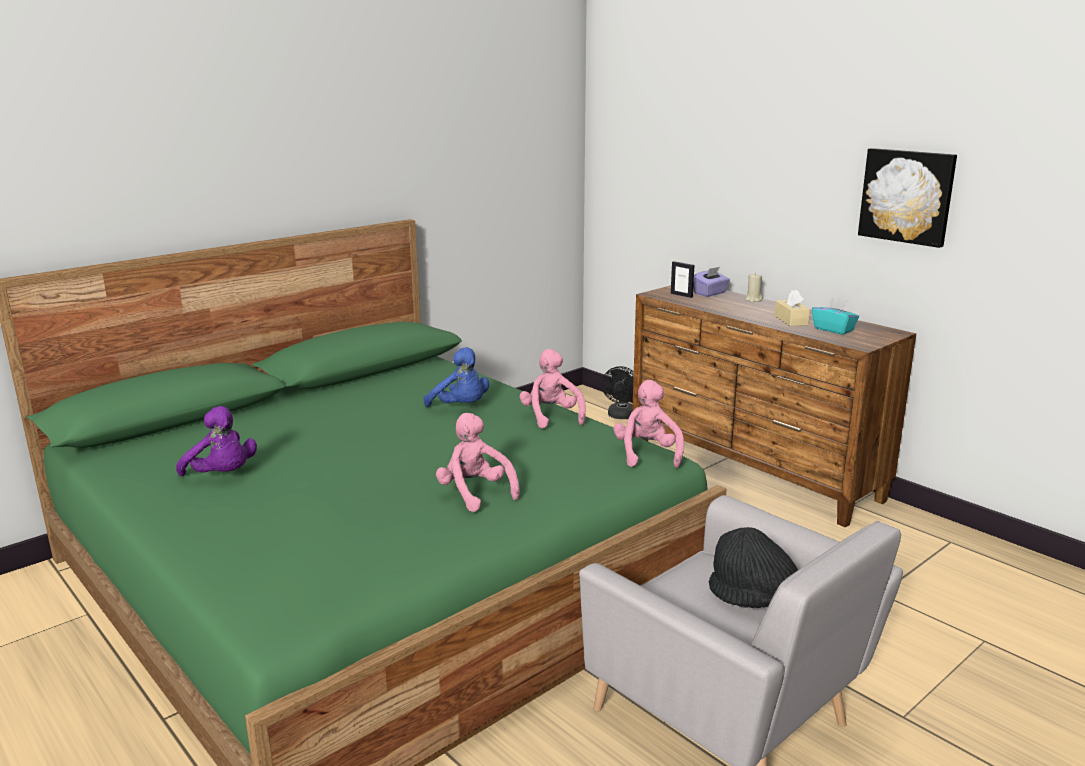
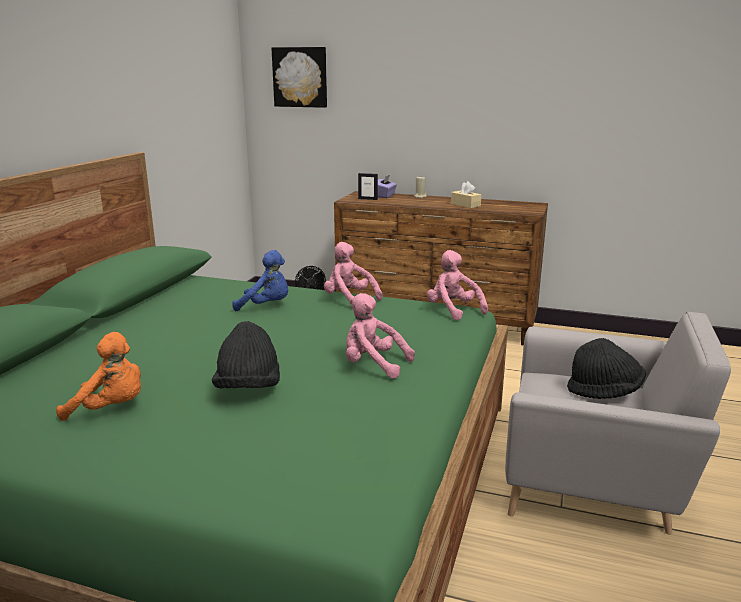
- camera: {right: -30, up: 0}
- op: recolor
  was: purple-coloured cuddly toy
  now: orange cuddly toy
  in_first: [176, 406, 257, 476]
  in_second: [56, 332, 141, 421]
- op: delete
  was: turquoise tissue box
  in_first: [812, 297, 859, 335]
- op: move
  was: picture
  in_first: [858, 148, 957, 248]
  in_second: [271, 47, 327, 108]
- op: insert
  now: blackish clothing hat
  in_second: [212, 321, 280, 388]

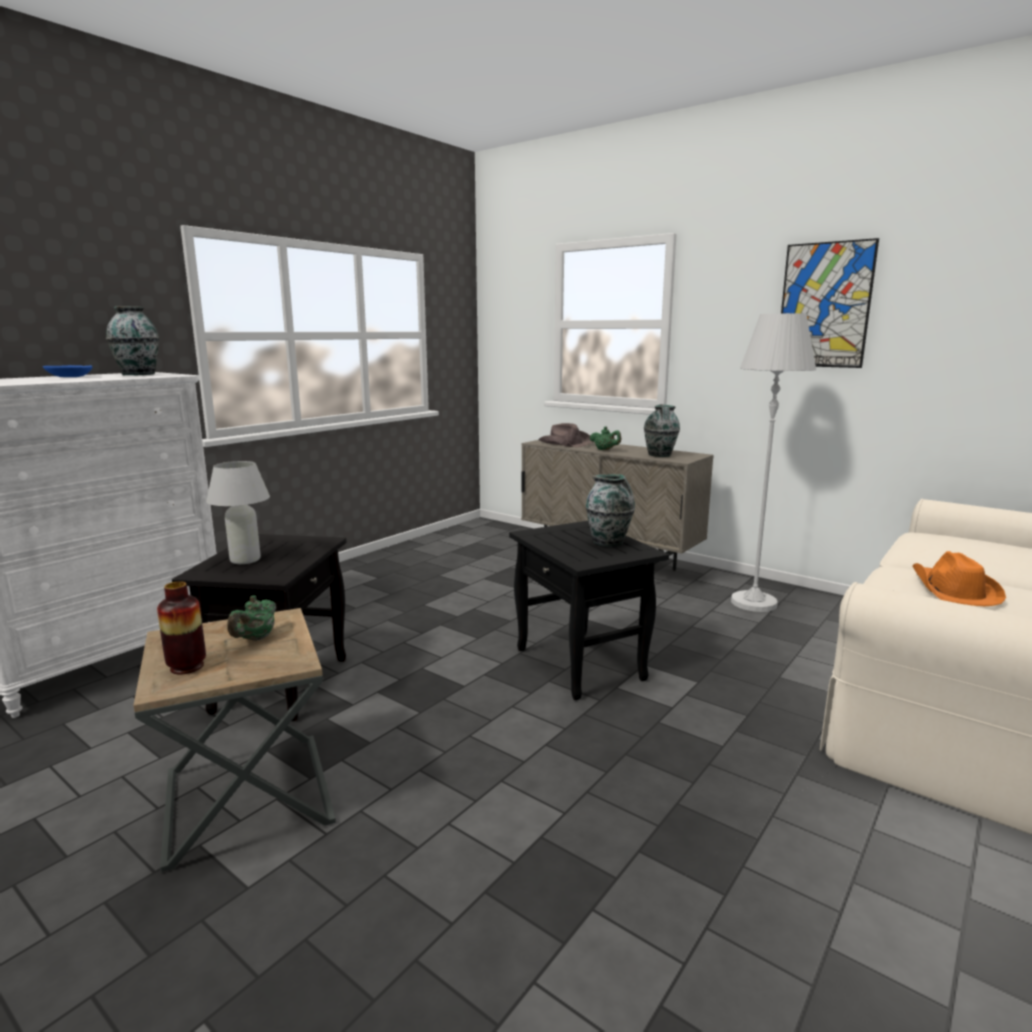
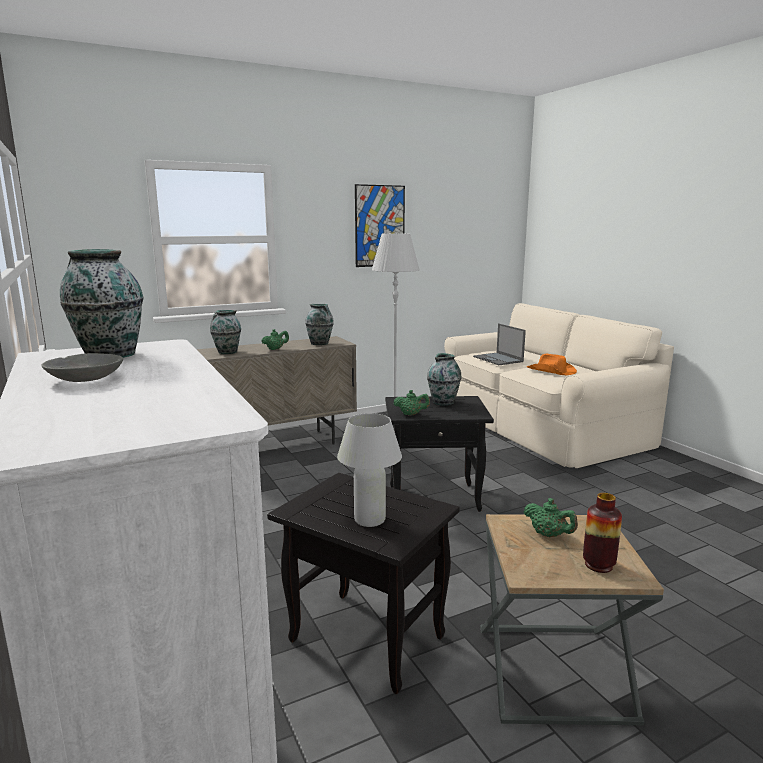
- camera: {right: -65, up: 0}
- op: recolor
  was: blue-coloured serving bowl
  now: grey serving bowl
  in_first: [43, 365, 93, 377]
  in_second: [41, 353, 123, 382]
- op: replace
  was: brownish clothing hat
  now: vase
  in_first: [539, 423, 594, 447]
  in_second: [210, 310, 241, 354]
- op: insert
  now: green-coloured teapot
  in_second: [393, 390, 430, 415]
- op: insert
  now: laptop
  in_second: [473, 324, 526, 365]

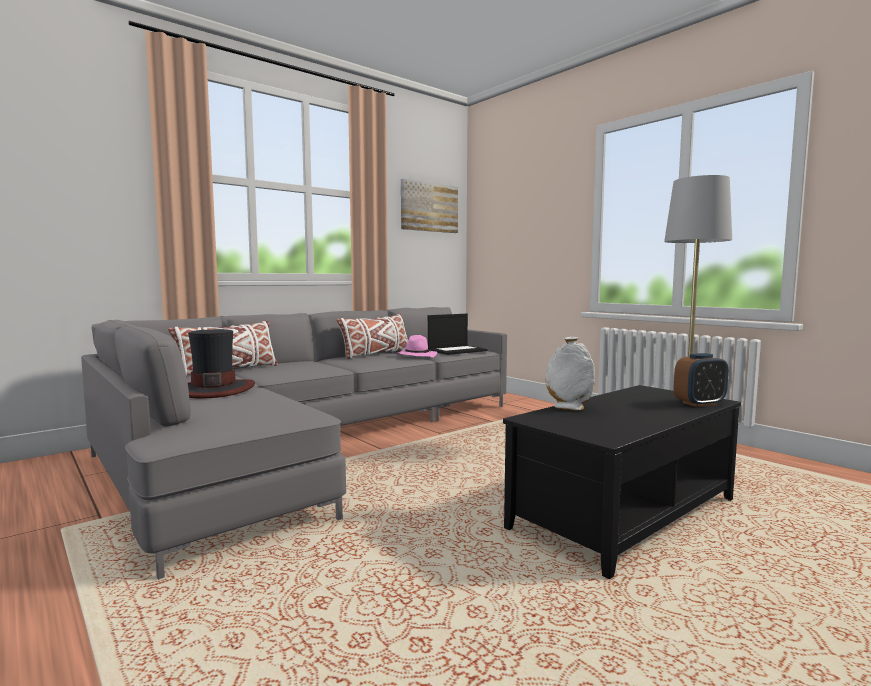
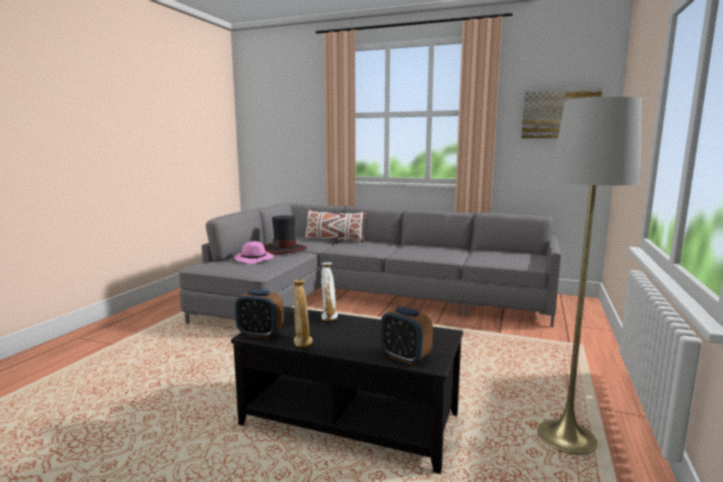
- camera: {right: 60, up: 5}
- op: delete
  was: white-coloured throw pillow
  in_first: [336, 314, 408, 359]
- op: move
  was: pinkish clothing hat
  in_first: [397, 335, 437, 358]
  in_second: [234, 241, 273, 264]
- op: delete
  was: laptop
  in_first: [428, 314, 488, 355]
- op: insert
  now: bedside clock
  in_second: [235, 289, 284, 339]
- op: insert
  now: sand-coloured vase
  in_second: [293, 279, 312, 347]

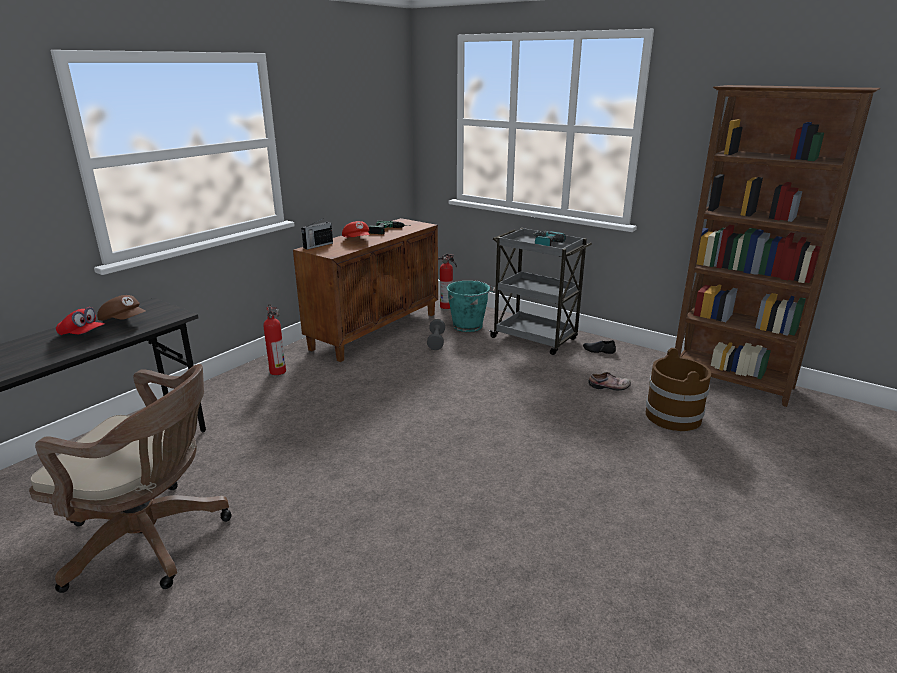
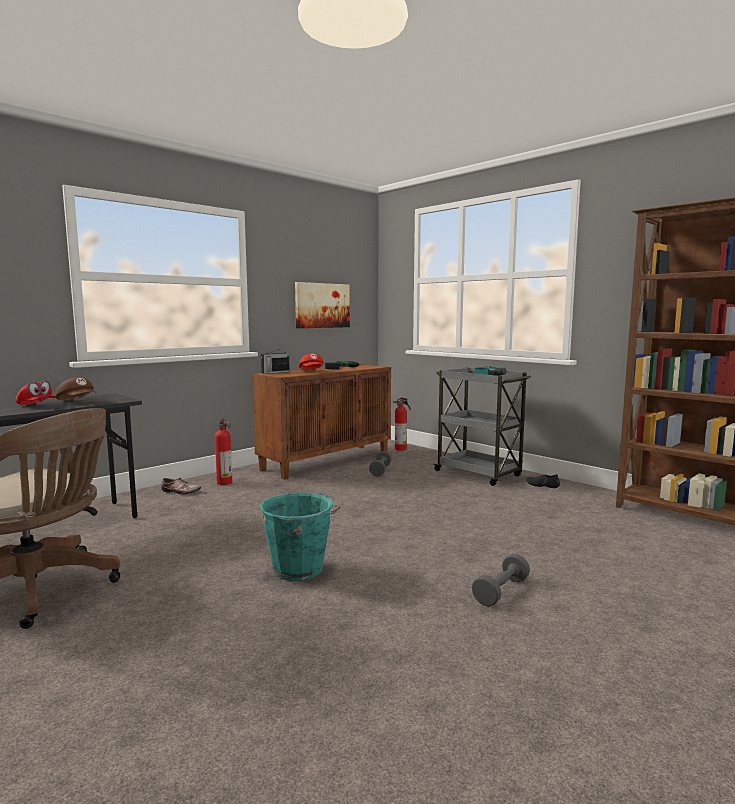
- camera: {right: 10, up: -15}
- op: move
  was: turquoise pail
  in_first: [446, 281, 495, 332]
  in_second: [260, 493, 340, 581]
- op: move
  was: shoe
  in_first: [588, 372, 631, 391]
  in_second: [161, 478, 201, 494]
- op: delete
  was: brownish pail
  in_first: [646, 348, 711, 431]
- op: insert
  now: picture
  in_second: [295, 282, 350, 328]
- op: insert
  now: grey dumbbell
  in_second: [472, 554, 530, 606]

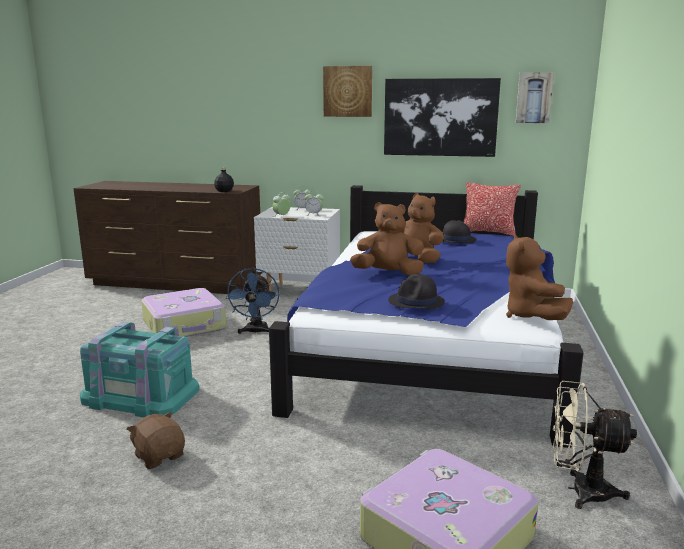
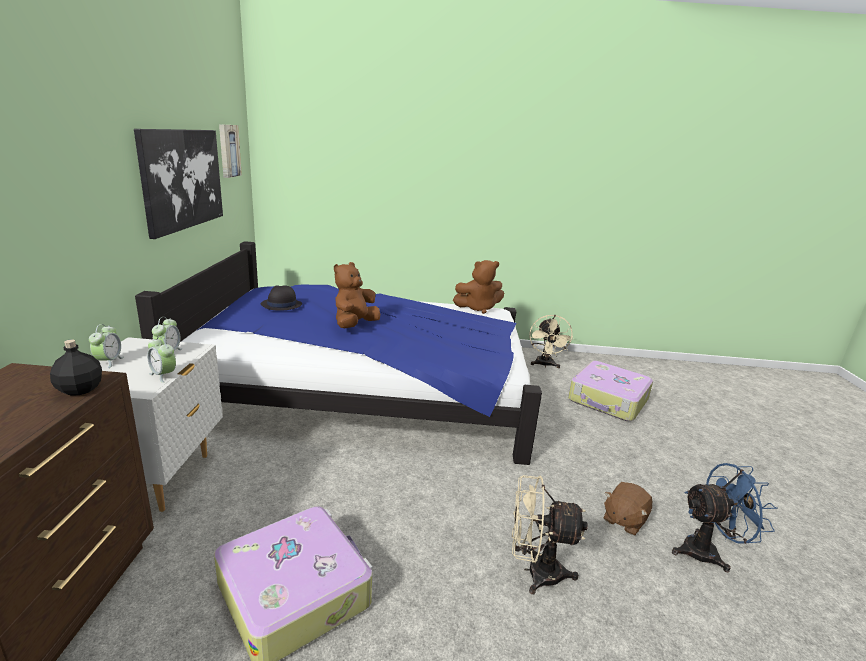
- camera: {right: -100, up: 5}
- op: replace
  was: turquoise storage box
  now: sand-coloured fan
  in_first: [80, 322, 200, 417]
  in_second: [512, 475, 588, 594]
- op: move
  was: blue-coloured fan
  in_first: [226, 268, 279, 334]
  in_second: [672, 463, 777, 572]
- op: delete
  was: picture
  in_first: [323, 66, 372, 117]
- op: delete
  was: brownish cuddly toy
  in_first: [350, 202, 424, 275]
- op: delete
  was: blackish clothing hat
  in_first: [388, 274, 445, 309]
- op: delete
  was: throw pillow
  in_first: [463, 182, 521, 236]

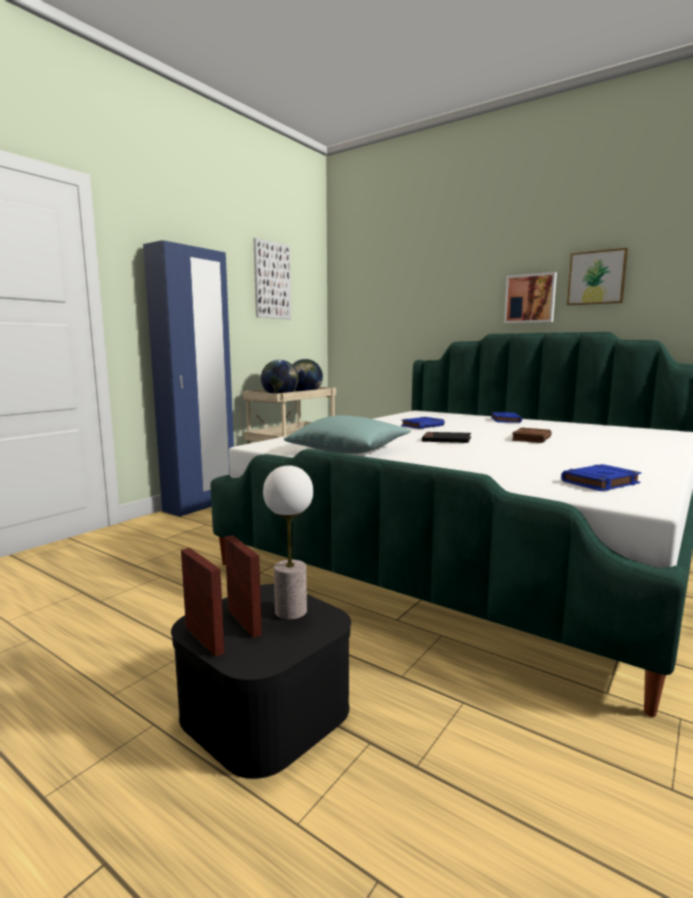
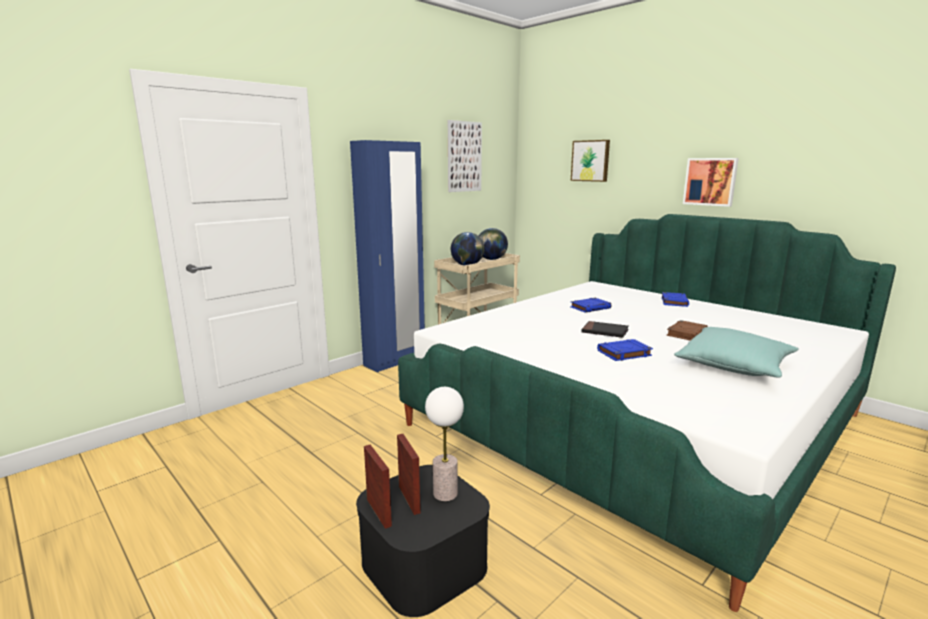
- camera: {right: 10, up: 5}
- op: move
  was: turquoise throw pillow
  in_first: [284, 415, 411, 454]
  in_second: [674, 327, 798, 377]
- op: move
  was: blue-coloured bound book
  in_first: [561, 464, 641, 491]
  in_second: [597, 339, 653, 361]
- op: move
  was: picture
  in_first: [567, 248, 628, 305]
  in_second: [571, 140, 610, 182]

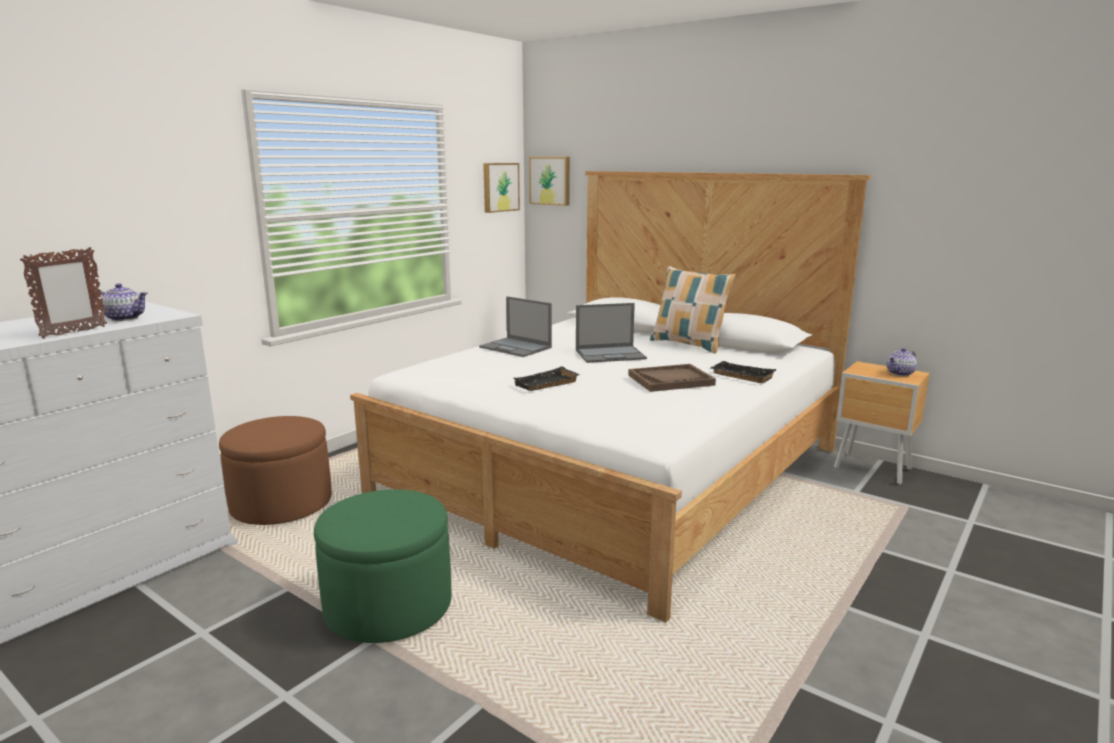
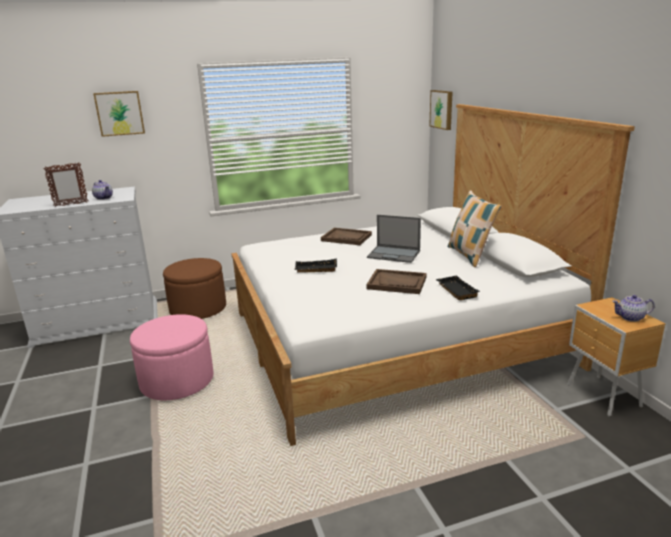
- camera: {right: 35, up: 5}
- op: recolor
  was: green-coloured pouffe
  now: pinkish pouffe
  in_first: [314, 489, 452, 643]
  in_second: [130, 314, 213, 400]
- op: replace
  was: laptop
  now: brownish tray
  in_first: [479, 296, 552, 357]
  in_second: [321, 228, 372, 245]
- op: move
  was: picture
  in_first: [483, 163, 520, 213]
  in_second: [93, 91, 145, 137]

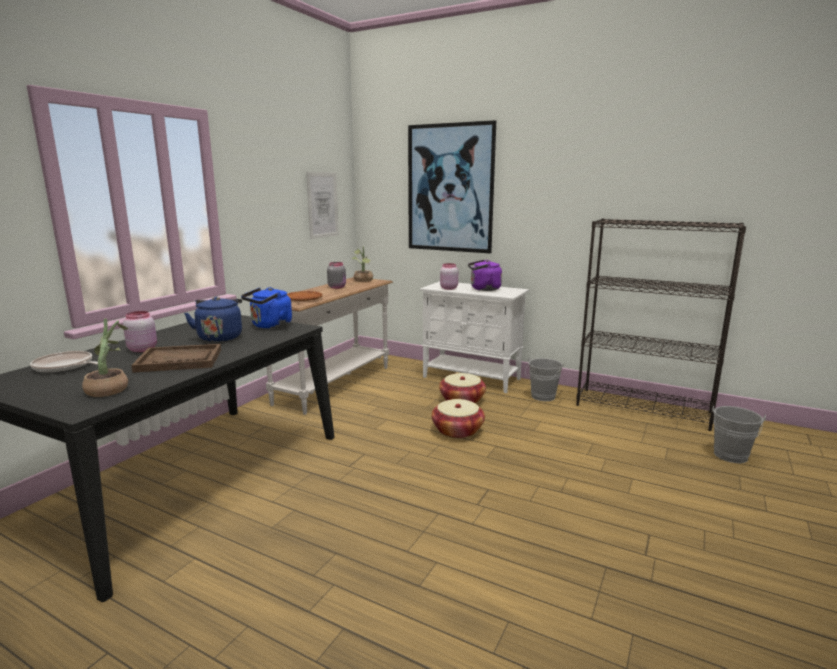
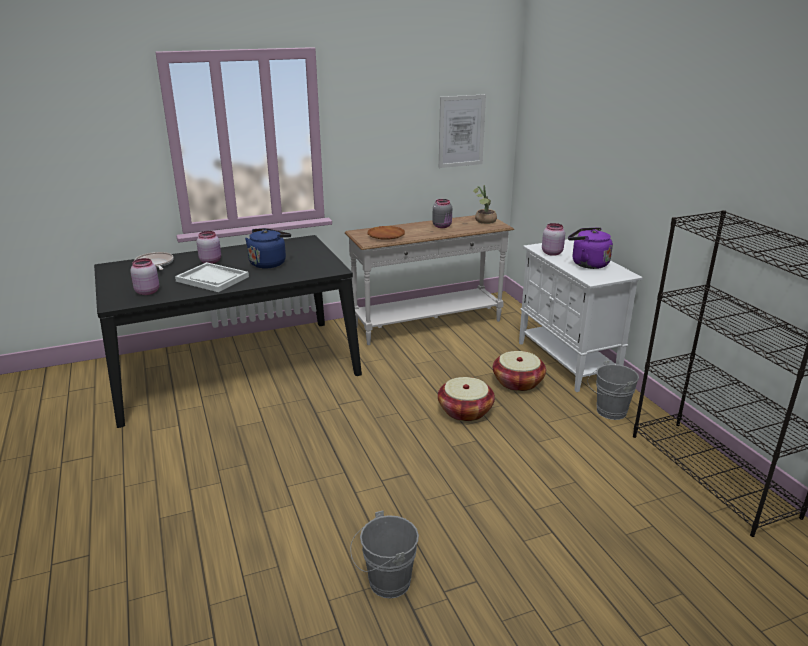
- camera: {right: 40, up: 10}
- op: replace
  was: potted plant
  now: pinkish storage jar
  in_first: [82, 318, 128, 397]
  in_second: [130, 258, 159, 295]
- op: recolor
  was: brownish tray
  now: white-coloured tray
  in_first: [131, 344, 221, 373]
  in_second: [175, 262, 249, 292]
- op: delete
  was: blue-coloured kettle
  in_first: [241, 287, 292, 329]
- op: delete
  was: picture
  in_first: [408, 120, 496, 253]
- op: move
  was: grey pail
  in_first: [712, 405, 766, 463]
  in_second: [350, 510, 419, 598]

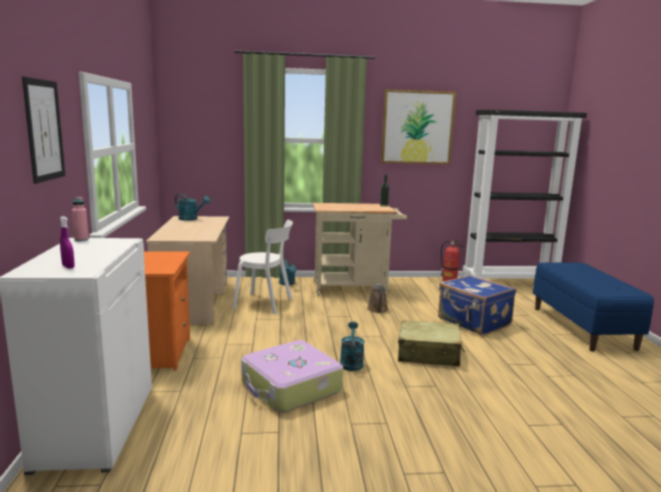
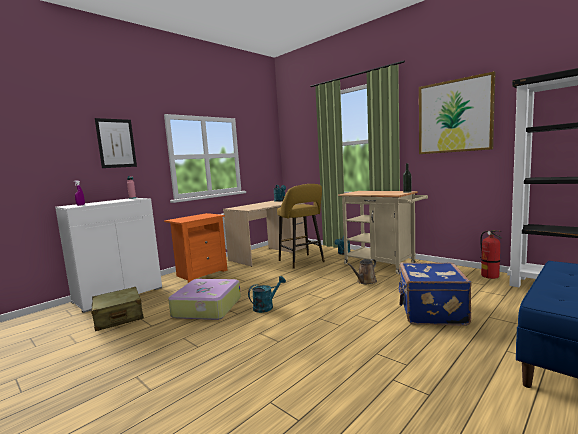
- camera: {right: 50, up: -5}
- op: replace
  was: white-coloured chair
  now: yellowish stool seat
  in_first: [233, 220, 293, 314]
  in_second: [277, 184, 325, 269]
- op: move
  was: sand-coloured piece of luggage
  in_first: [398, 320, 465, 366]
  in_second: [91, 287, 144, 331]

